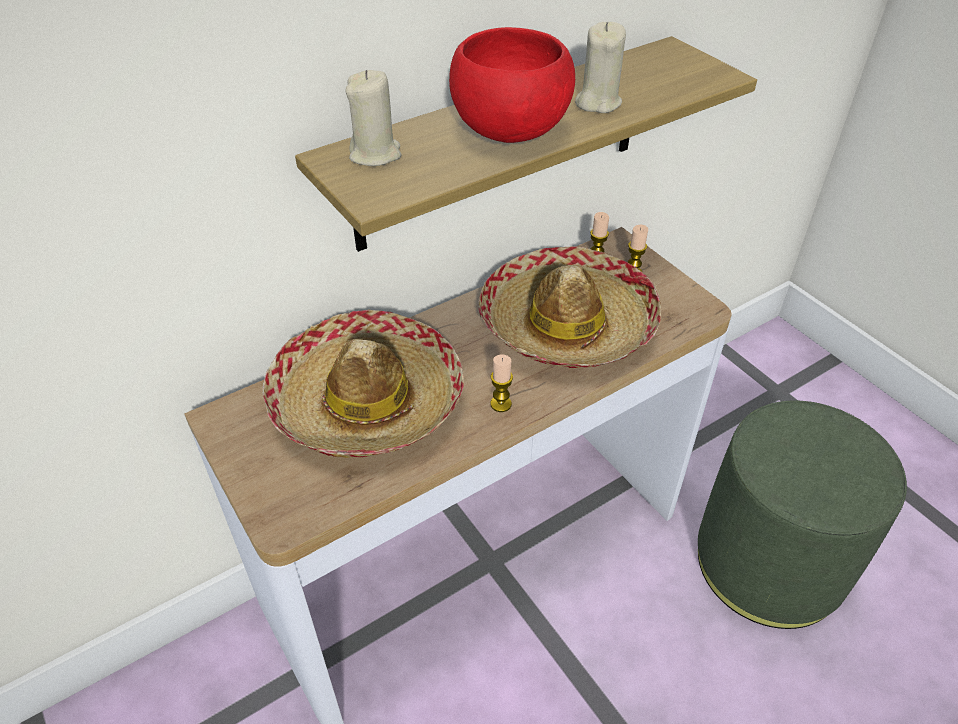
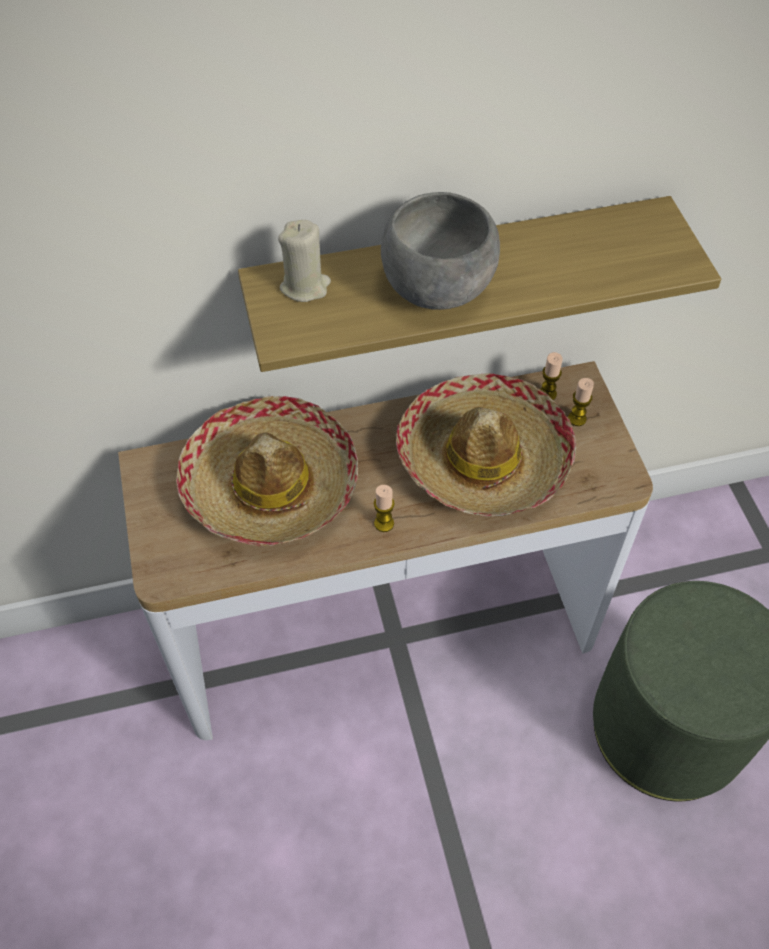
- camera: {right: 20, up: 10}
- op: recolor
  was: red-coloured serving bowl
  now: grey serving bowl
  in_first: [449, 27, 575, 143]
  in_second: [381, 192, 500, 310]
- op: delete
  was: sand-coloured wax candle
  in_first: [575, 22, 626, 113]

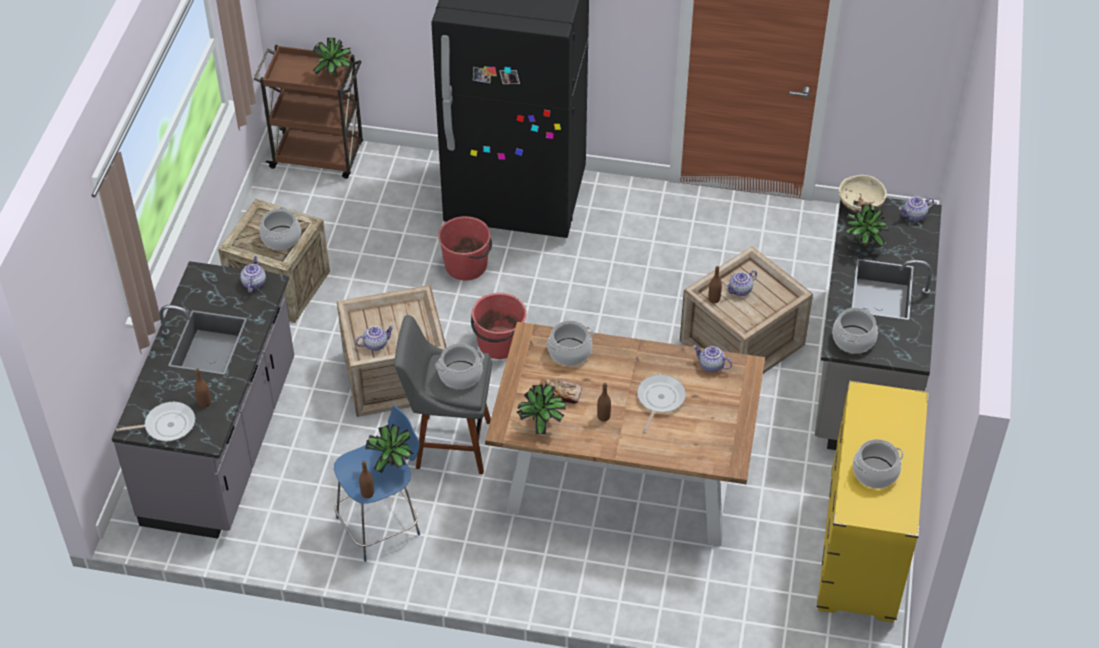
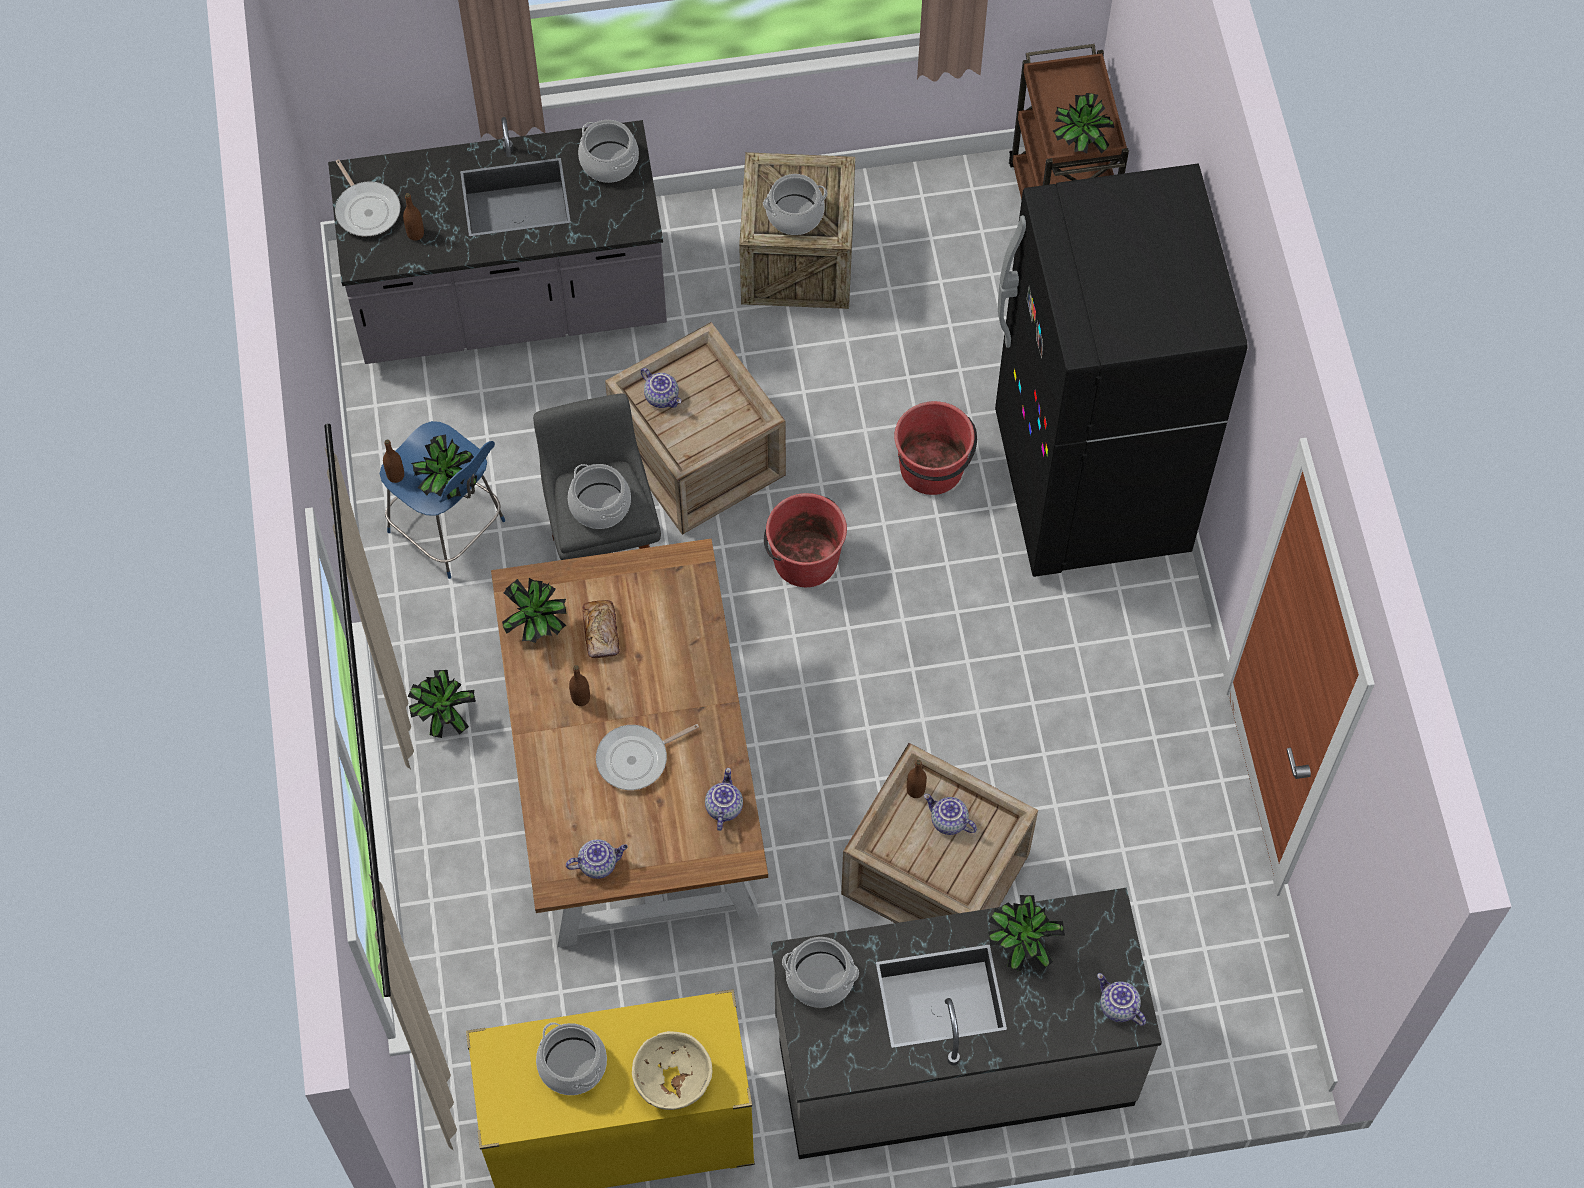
- camera: {right: 70, up: 15}
- op: move
  was: teapot
  in_first: [240, 256, 266, 292]
  in_second: [566, 839, 628, 879]
- op: move
  was: saucepot
  in_first: [547, 321, 593, 366]
  in_second: [578, 120, 639, 183]
- op: rotate
  was: skillet
  in_first: [637, 374, 686, 433]
  in_second: [596, 724, 699, 790]
  clockwise: 150
- op: move
  was: sand-coloured serving bowl
  in_first: [839, 175, 887, 213]
  in_second: [632, 1031, 713, 1110]
- op: insert
  now: potted plant
  in_second: [407, 670, 476, 738]

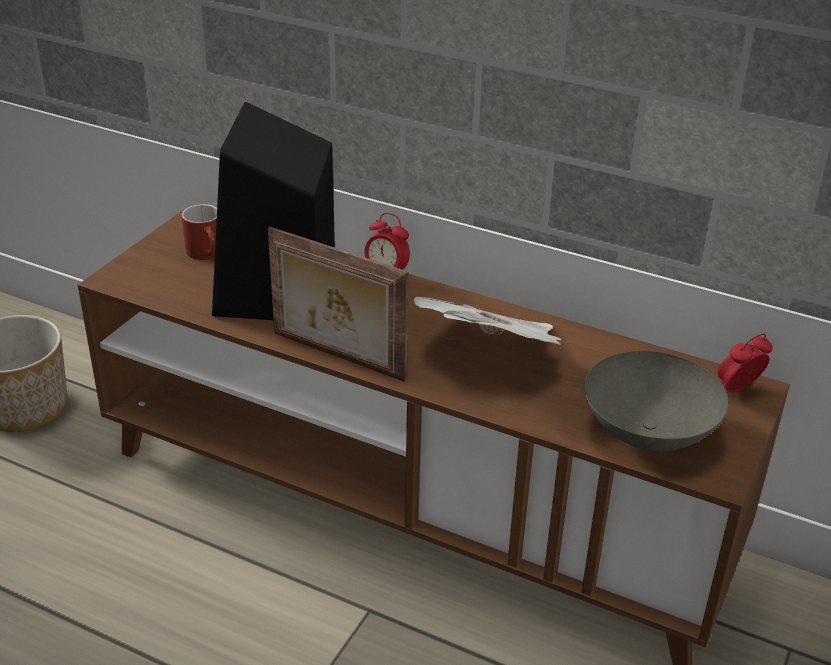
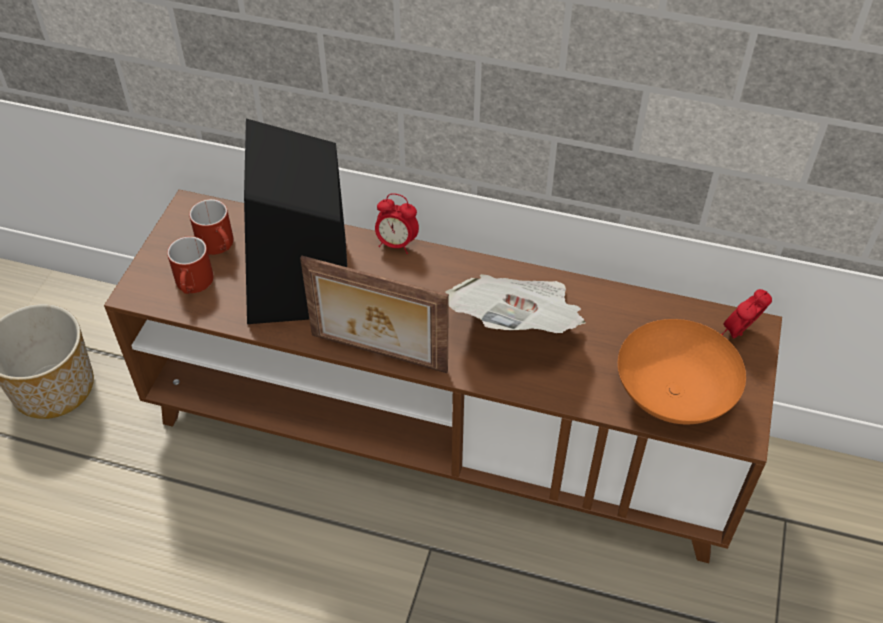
- camera: {right: -10, up: 15}
- op: recolor
  was: grey serving bowl
  now: orange serving bowl
  in_first: [584, 351, 728, 451]
  in_second: [618, 319, 746, 425]
- op: insert
  now: red-coloured coffee mug
  in_second: [167, 236, 214, 294]

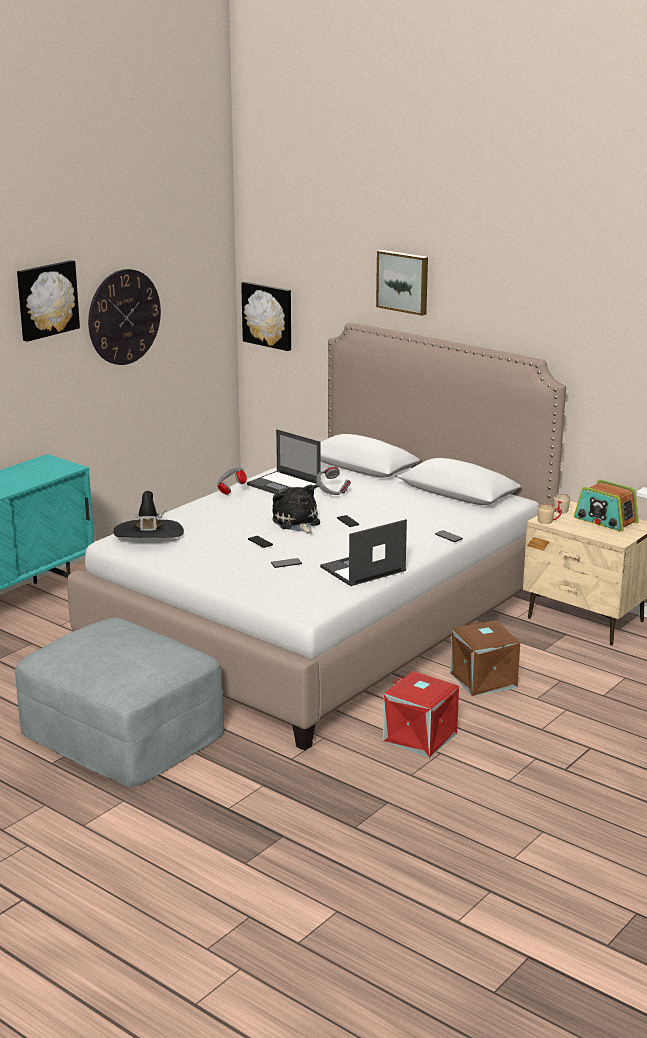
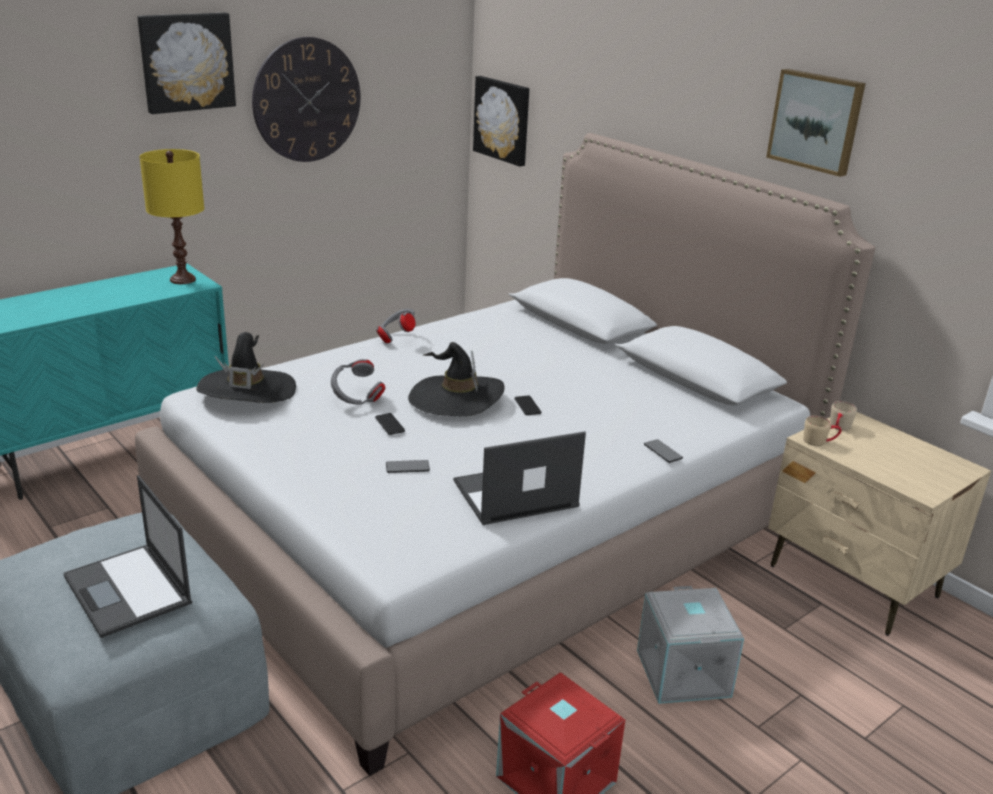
- camera: {right: 10, up: 5}
- op: move
  was: laptop
  in_first: [247, 429, 321, 494]
  in_second: [63, 475, 192, 638]
- op: replace
  was: cuddly toy
  now: blackish clothing hat
  in_first: [272, 484, 320, 534]
  in_second: [408, 342, 505, 417]
- op: move
  was: grey headset
  in_first: [316, 466, 351, 495]
  in_second: [331, 359, 385, 405]
- op: move
  was: picture
  in_first: [376, 250, 428, 316]
  in_second: [766, 69, 866, 177]
- op: recolor
  was: brownish storage box
  now: grey storage box
  in_first: [450, 620, 520, 696]
  in_second: [637, 586, 744, 704]
- op: delete
  was: radio
  in_first: [574, 479, 639, 532]
- op: insert
  now: yellowish tabletop lamp
  in_second: [139, 149, 204, 284]

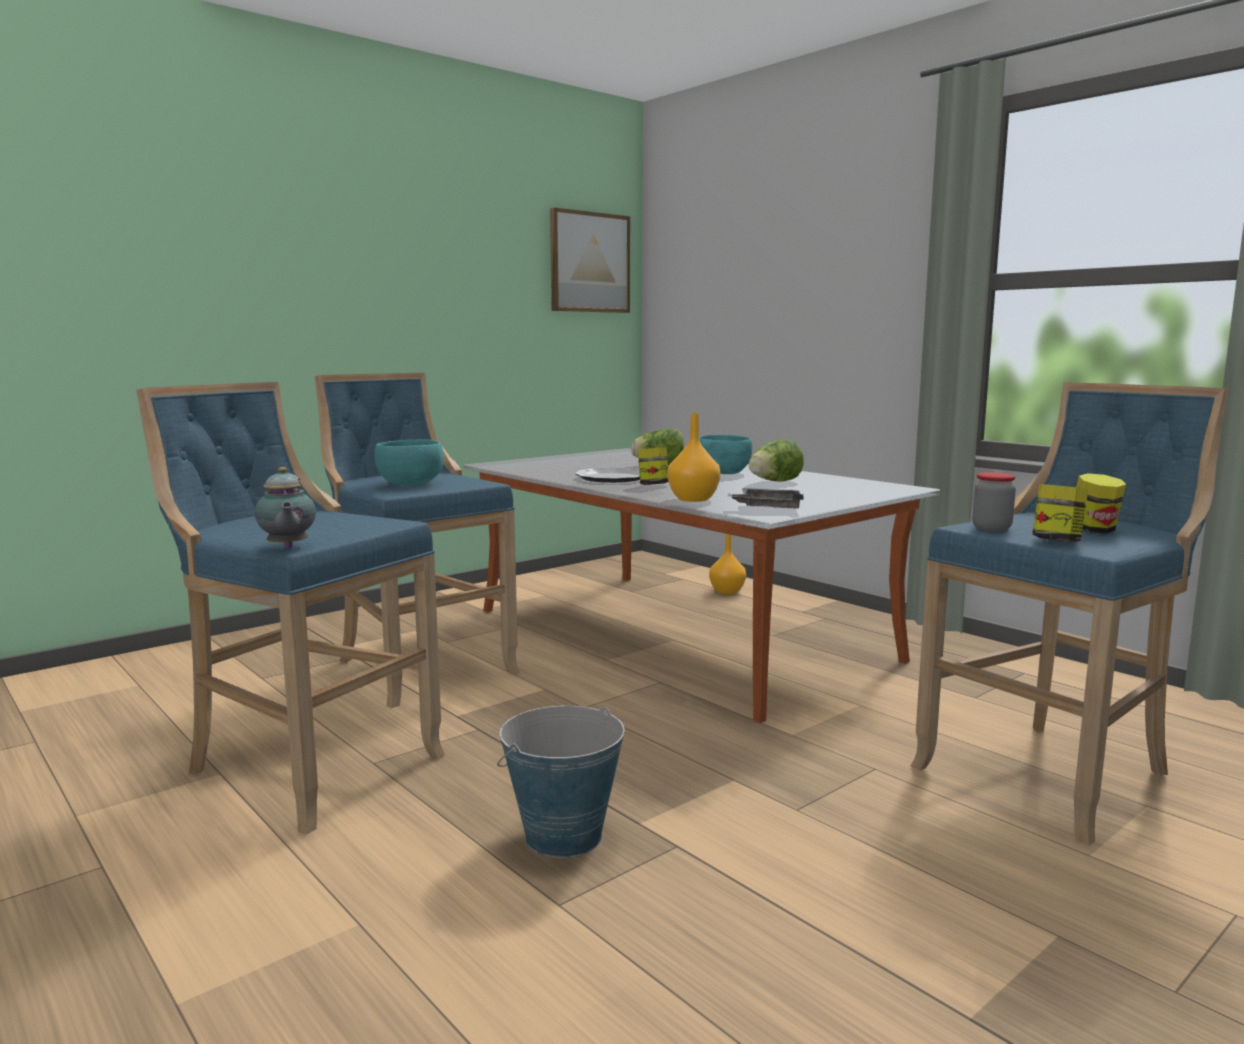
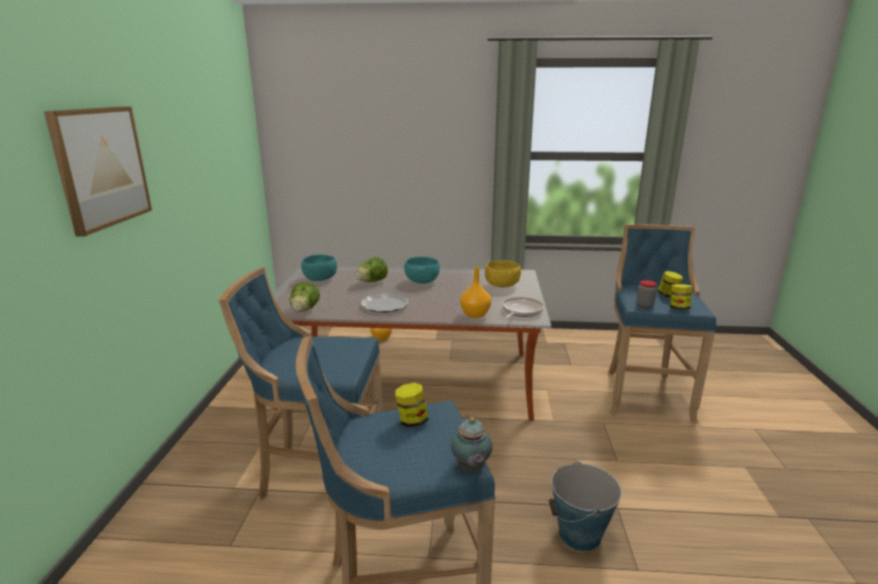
- camera: {right: -45, up: 10}
- op: rotate
  was: teapot
  in_first: [255, 467, 316, 549]
  in_second: [451, 415, 492, 471]
  clockwise: 60
- op: move
  was: turquoise serving bowl
  in_first: [374, 439, 444, 485]
  in_second: [301, 254, 337, 281]
- op: move
  was: picture
  in_first: [550, 207, 630, 313]
  in_second: [44, 106, 152, 237]
- op: move
  was: storage jar
  in_first: [638, 447, 669, 485]
  in_second: [395, 383, 428, 427]
- op: replace
  was: grey tray
  now: skillet
  in_first: [728, 488, 804, 509]
  in_second: [502, 297, 544, 319]
- op: move
  was: lettuce head
  in_first: [749, 440, 804, 482]
  in_second: [290, 282, 320, 312]
- op: insert
  now: yellowish serving bowl
  in_second: [485, 260, 521, 288]

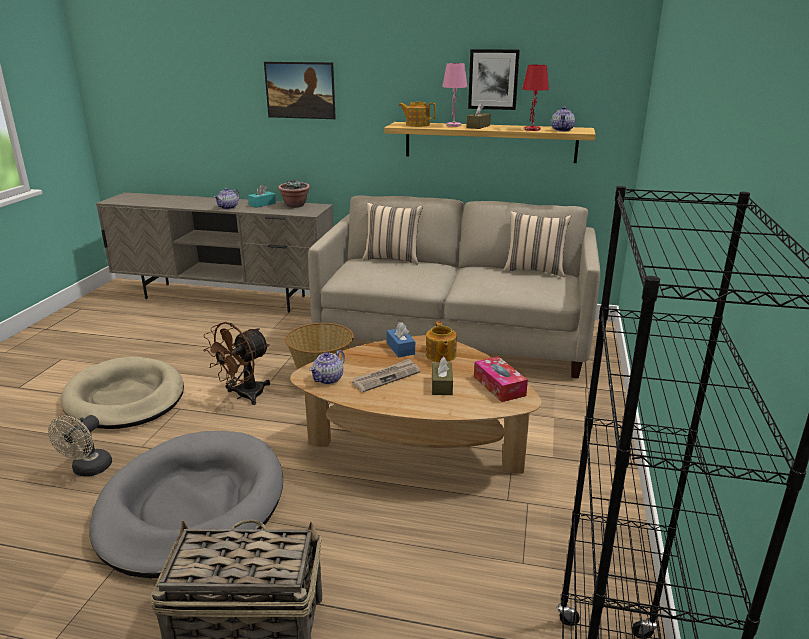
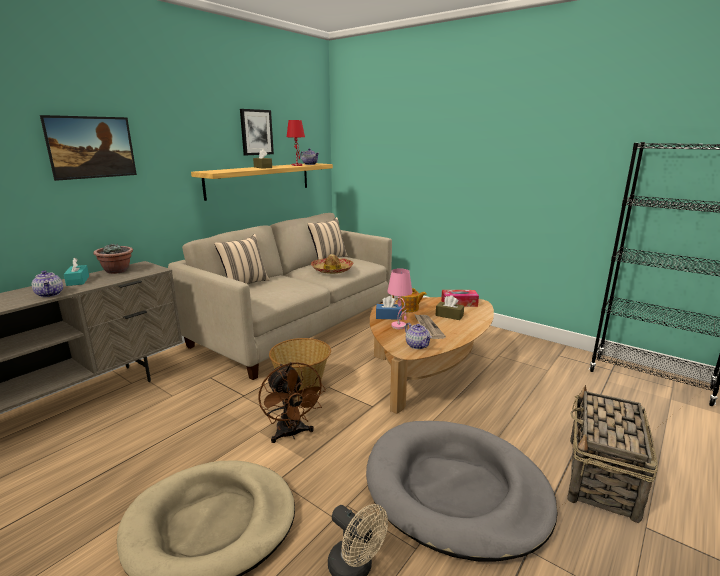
- camera: {right: -65, up: -5}
- op: delete
  was: teapot
  in_first: [398, 102, 436, 127]
- op: move
  was: pinkish tabletop lamp
  in_first: [442, 63, 467, 127]
  in_second: [387, 268, 413, 329]
- op: insert
  now: clothing hat
  in_second: [311, 254, 353, 274]

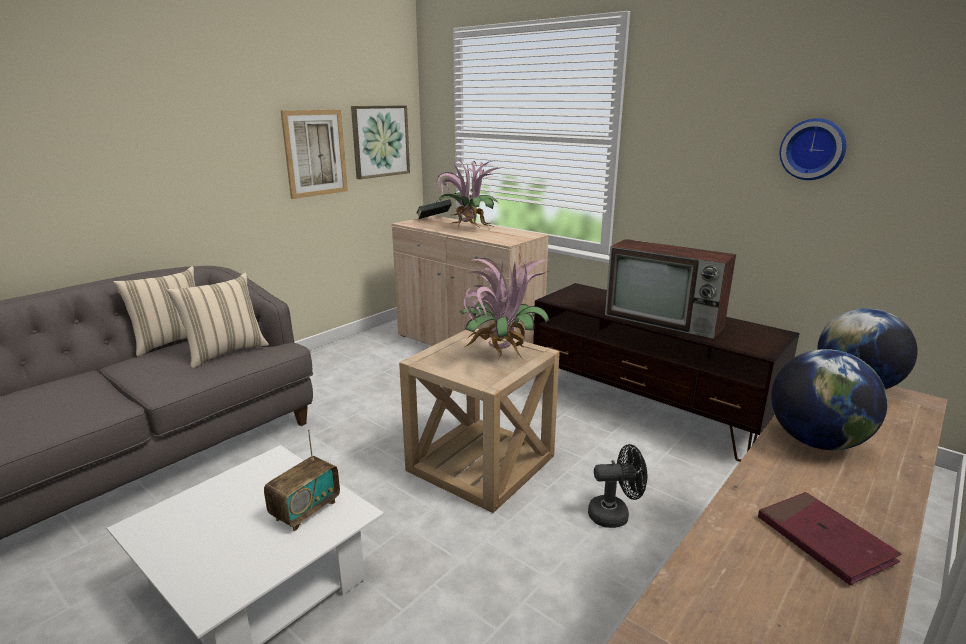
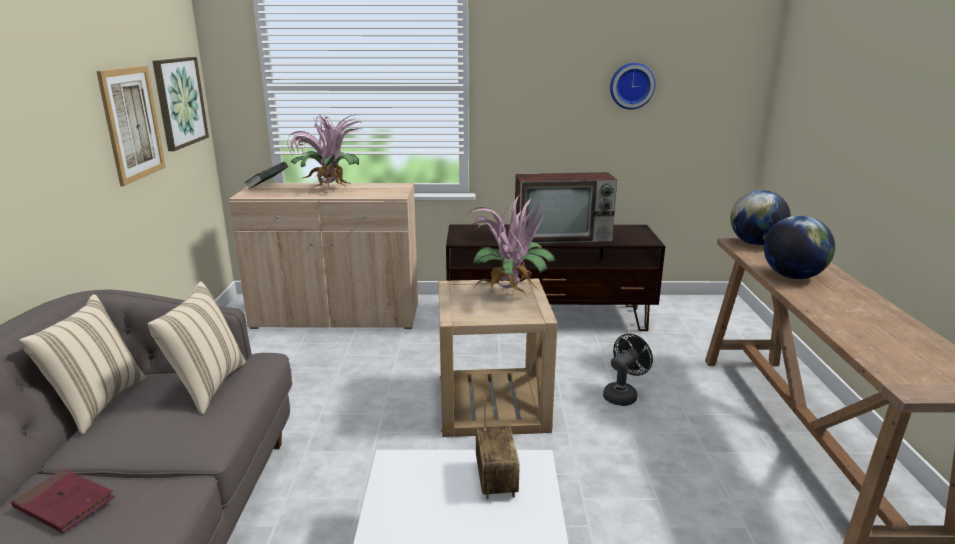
- camera: {right: -40, up: 0}
- op: move
  was: red-coloured bound book
  in_first: [758, 492, 901, 585]
  in_second: [11, 469, 115, 533]

